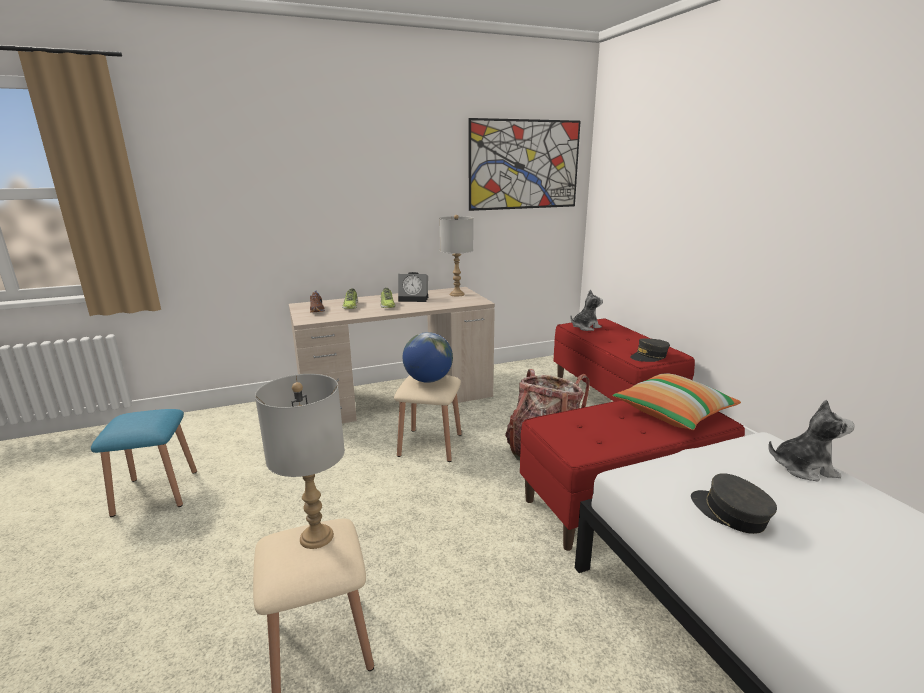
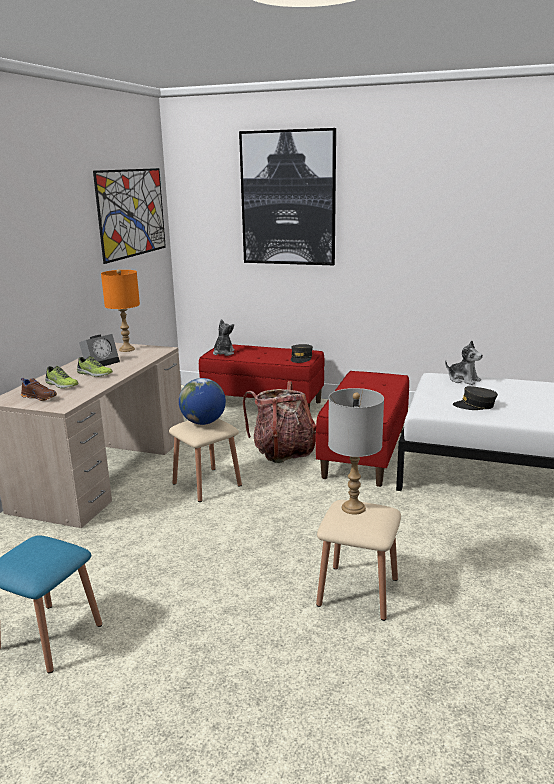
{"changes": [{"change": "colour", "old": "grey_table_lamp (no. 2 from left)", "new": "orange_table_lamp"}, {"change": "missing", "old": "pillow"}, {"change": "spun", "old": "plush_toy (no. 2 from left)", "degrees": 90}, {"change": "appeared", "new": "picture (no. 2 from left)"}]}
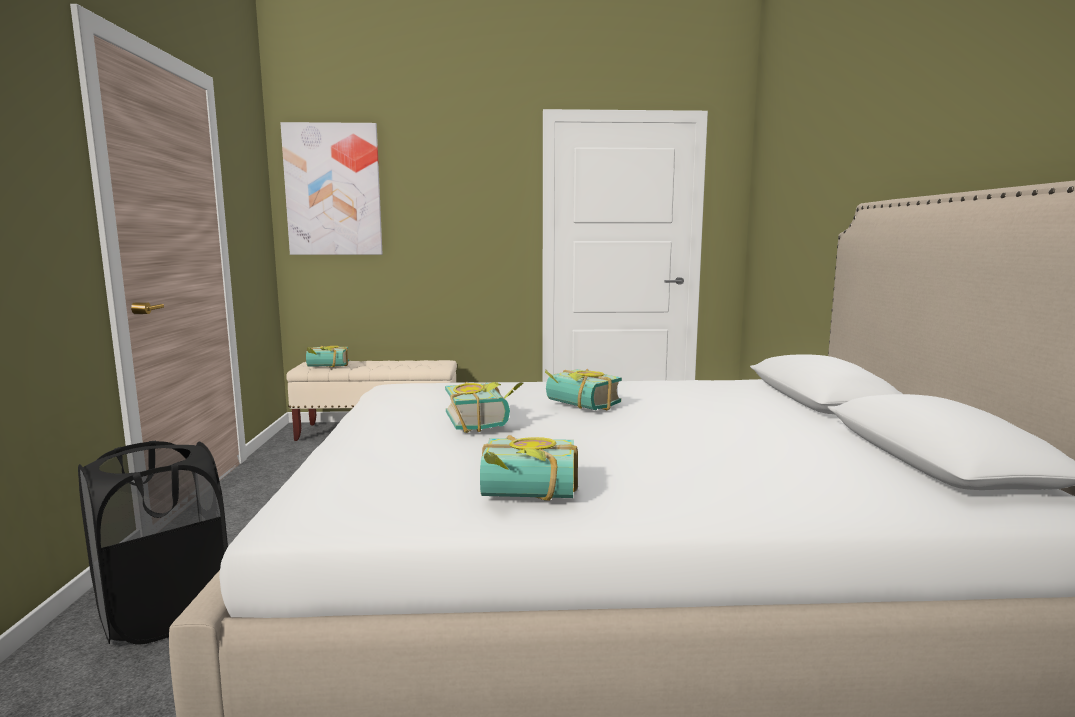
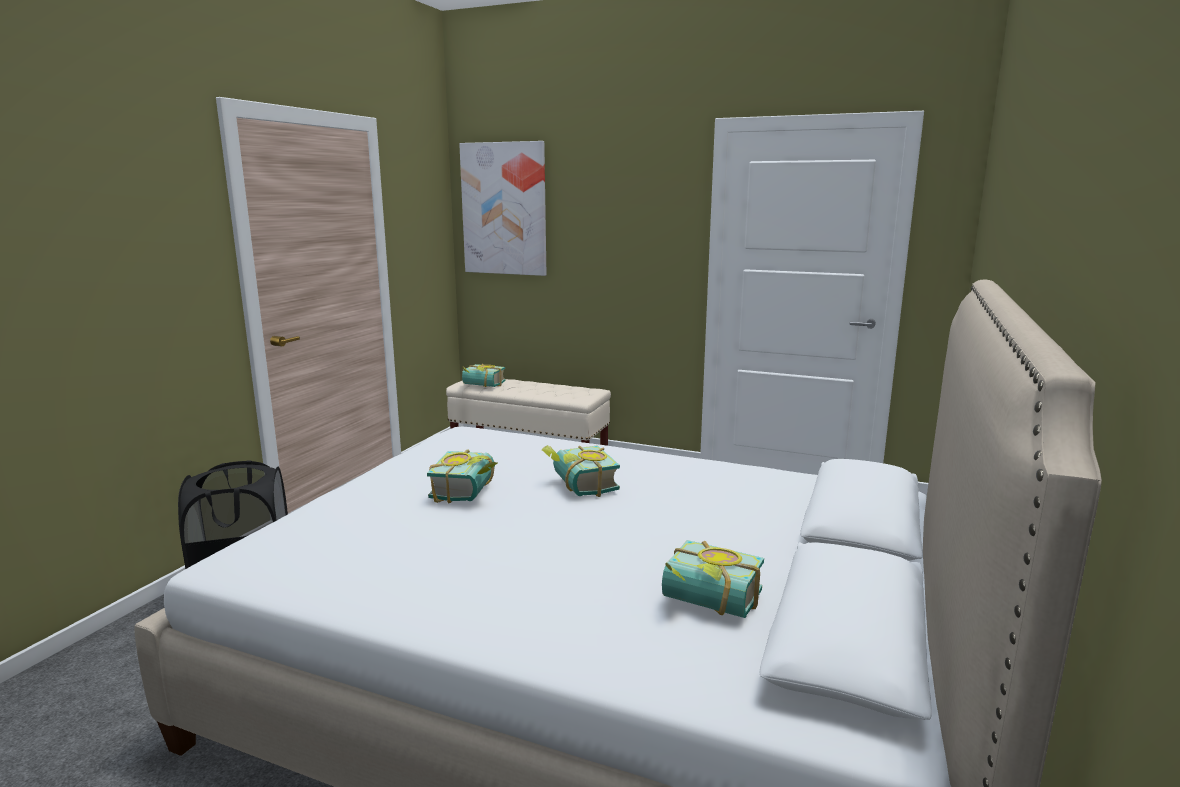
{"changes": [{"change": "relocated", "old": "book (no. 3 from left in the first image)", "new": "book (no. 4 from left)"}]}
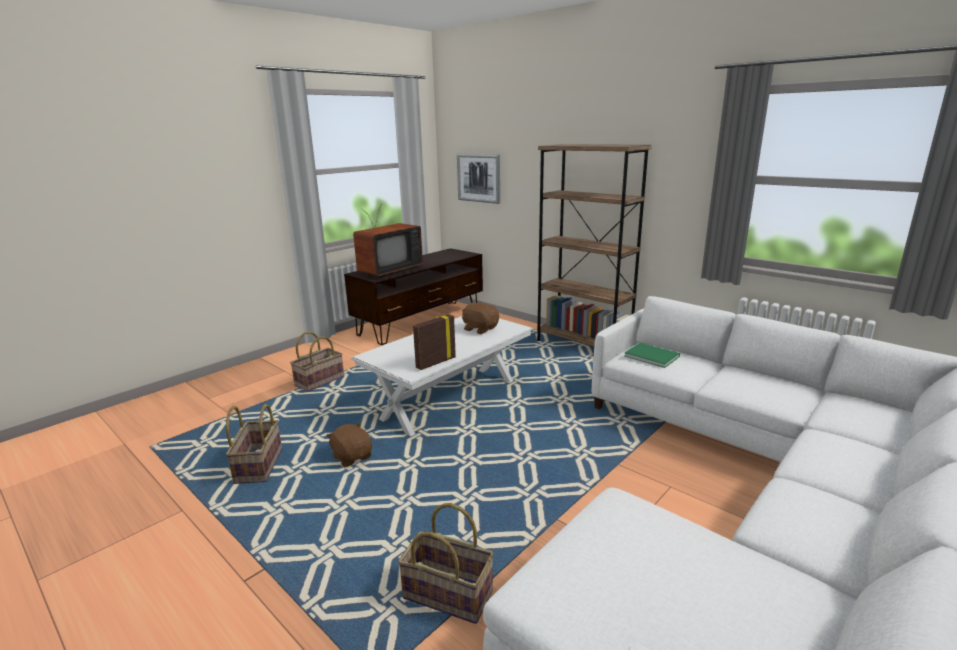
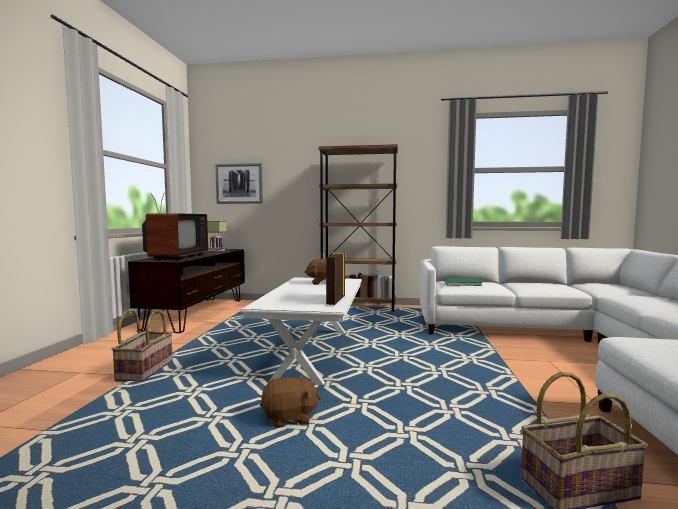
{"changes": [{"change": "missing", "old": "basket (no. 1 from left)"}, {"change": "spun", "old": "brown_plush_toy (no. 1 from left)", "degrees": 150}, {"change": "appeared", "new": "table_lamp"}]}
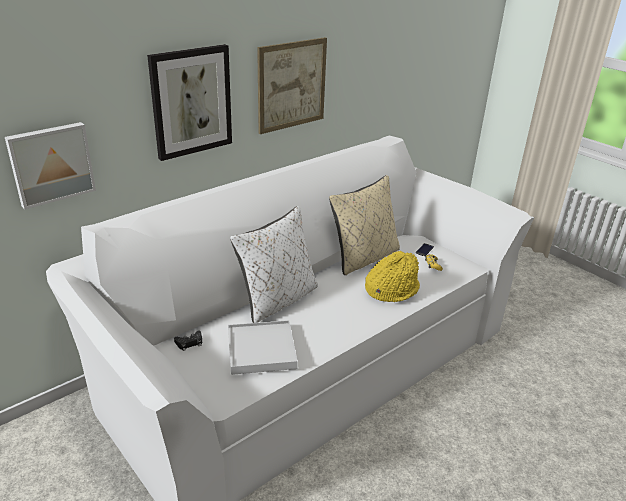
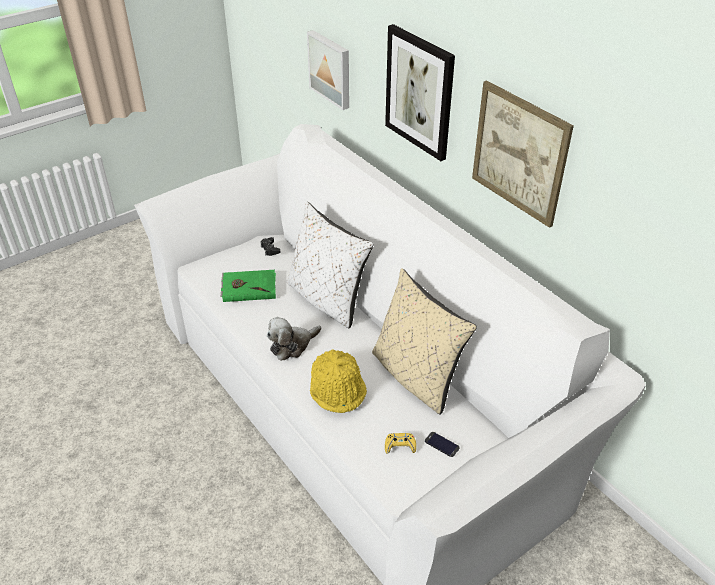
{"changes": [{"change": "exchanged", "old": "white_tray", "new": "green_book"}, {"change": "appeared", "new": "plush_toy"}]}
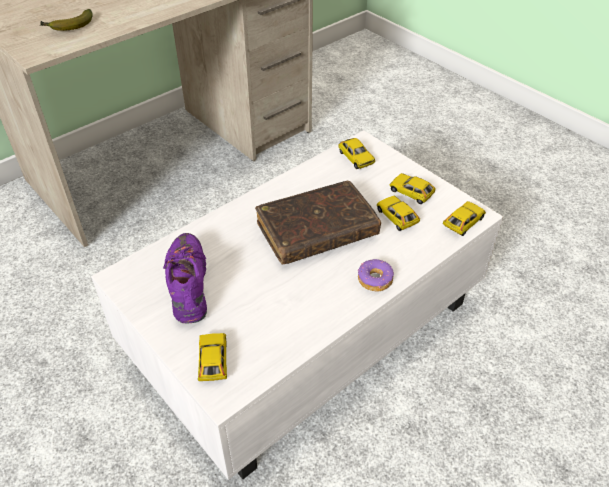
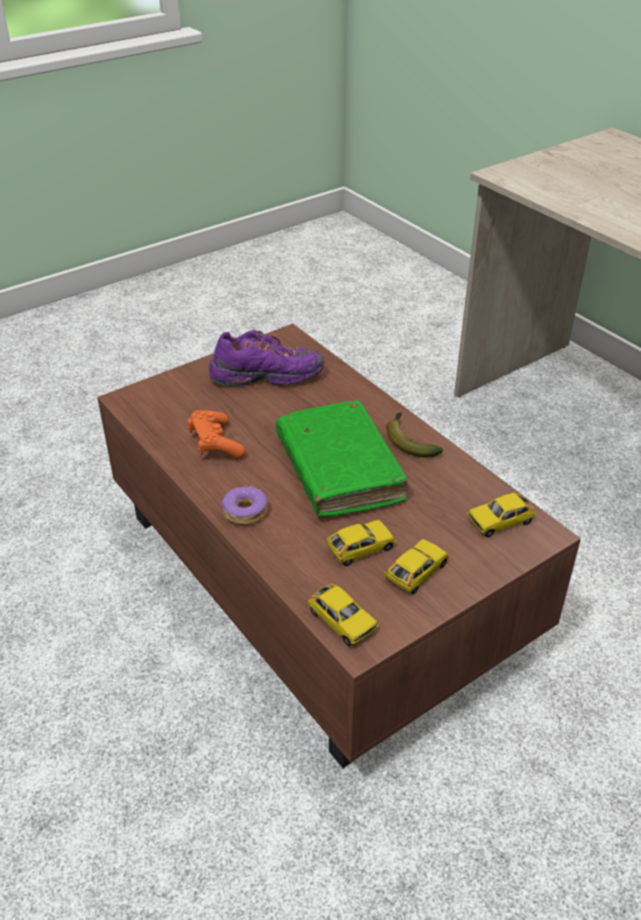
{"changes": [{"change": "relocated", "old": "banana"}, {"change": "colour", "old": "white_coffee_table", "new": "brown_coffee_table"}, {"change": "colour", "old": "brown_book", "new": "green_book"}, {"change": "missing", "old": "toy_car (no. 1 from left)"}, {"change": "appeared", "new": "orange_game_controller"}]}
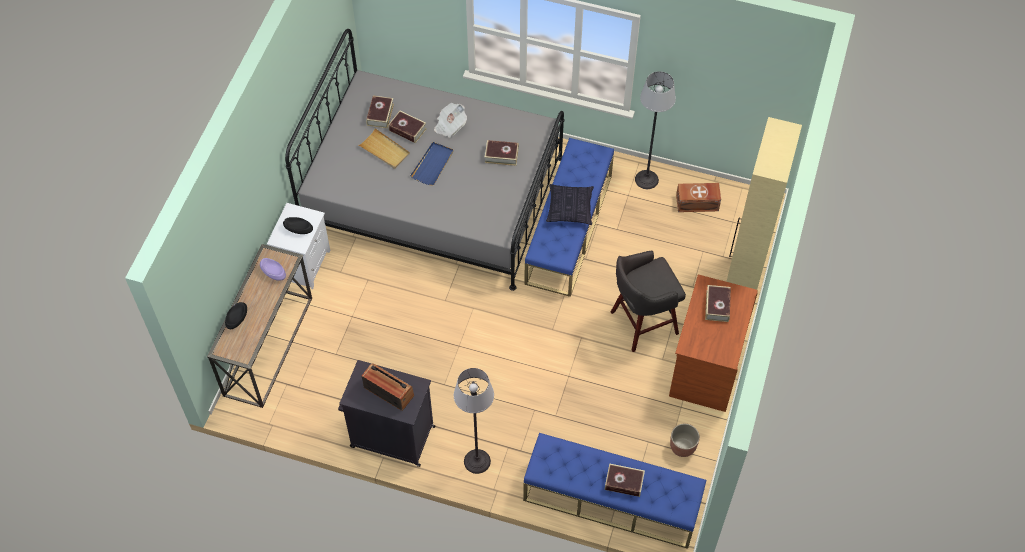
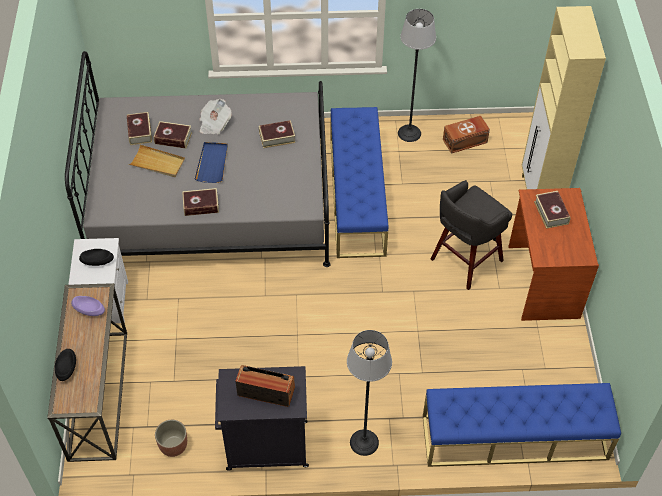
{"changes": [{"change": "missing", "old": "pillow"}, {"change": "relocated", "old": "planter"}, {"change": "relocated", "old": "book (no. 4 from left in the first image)", "new": "book (no. 3 from left)"}]}
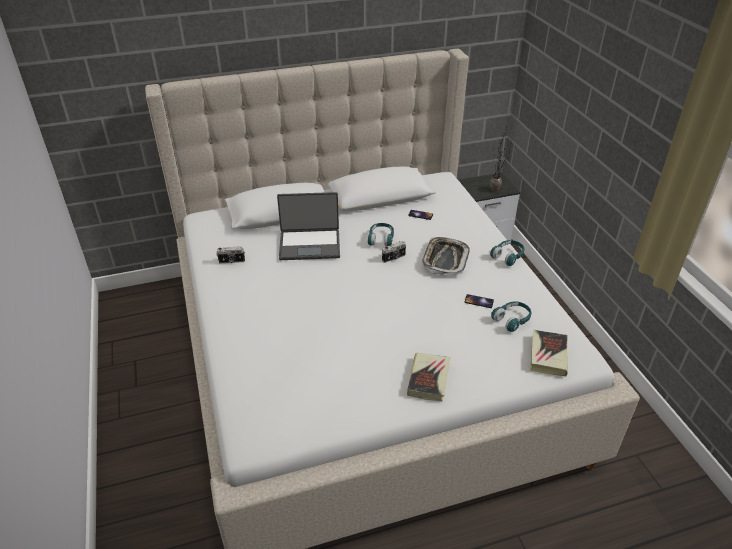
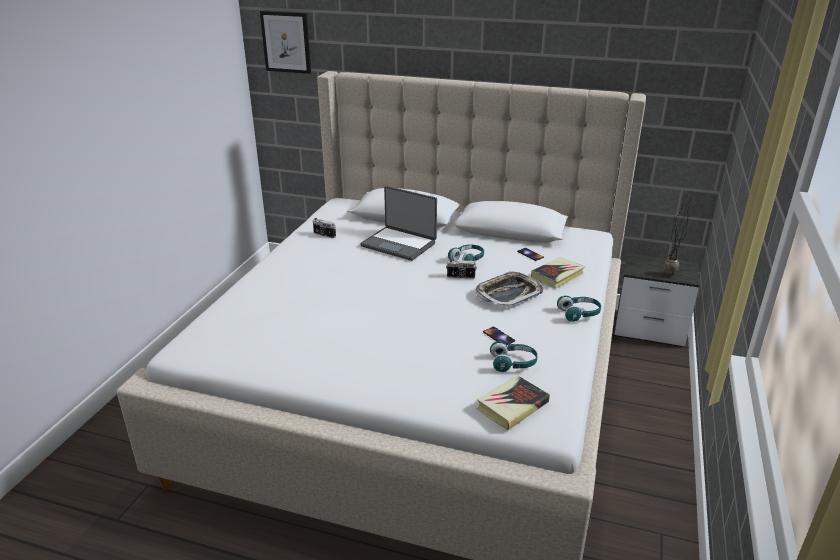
{"changes": [{"change": "relocated", "old": "book (no. 1 from left in the first image)", "new": "book (no. 2 from left)"}, {"change": "appeared", "new": "picture"}]}
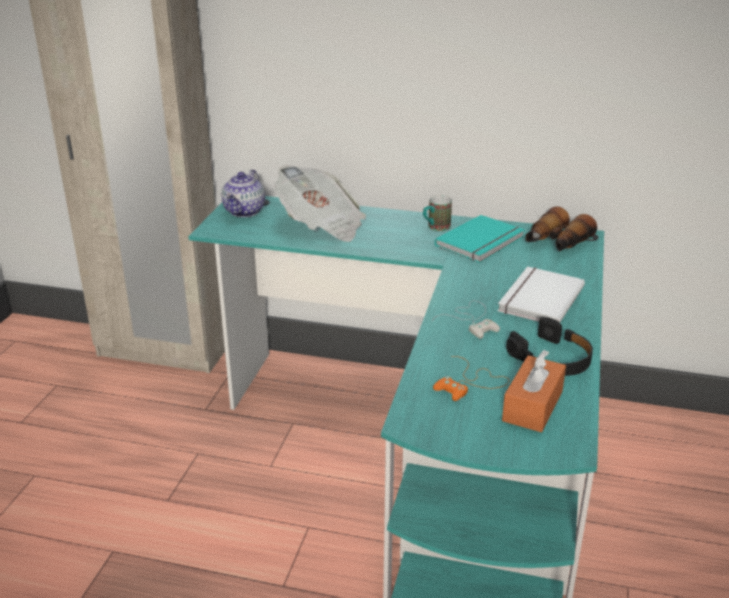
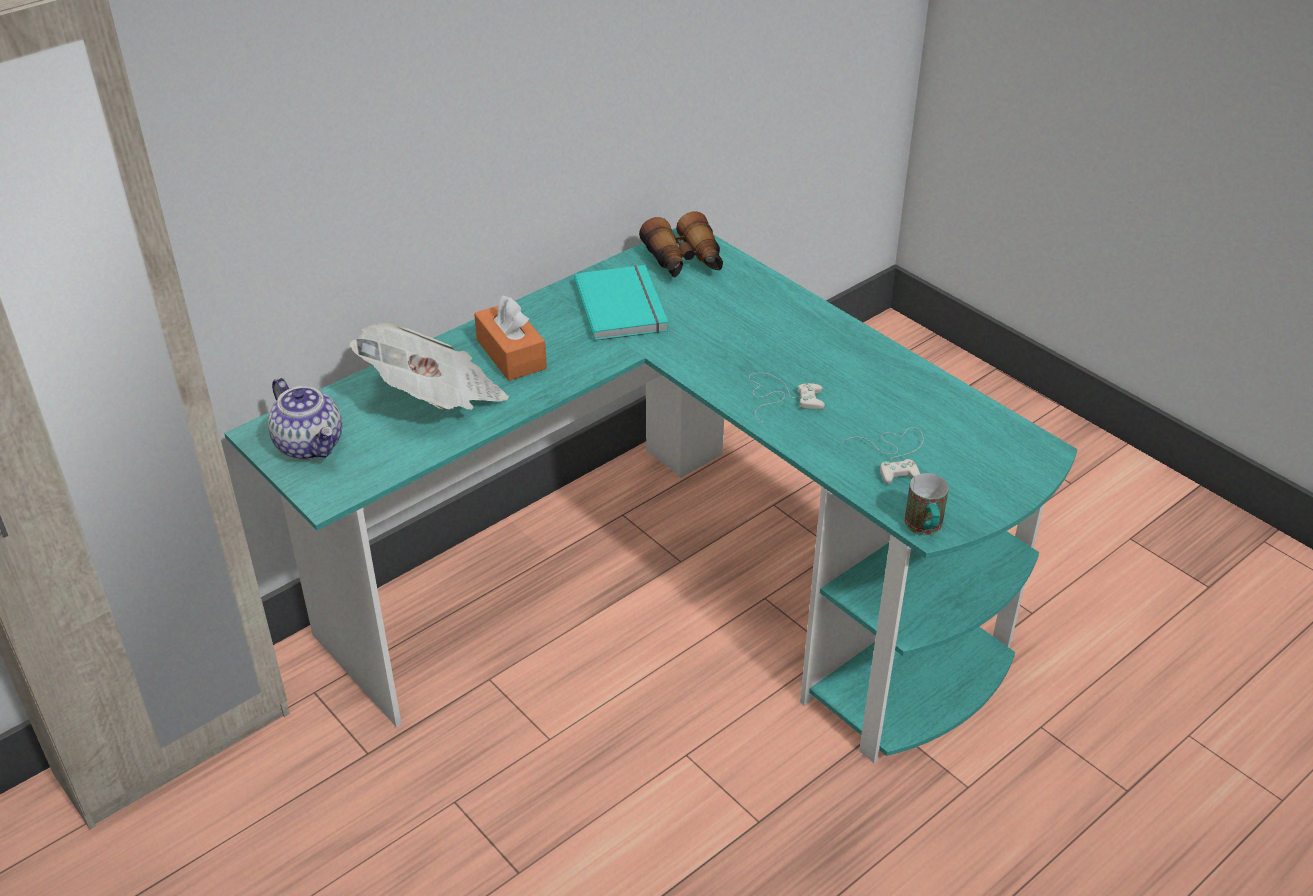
{"changes": [{"change": "relocated", "old": "mug"}, {"change": "missing", "old": "white_book"}, {"change": "missing", "old": "black_headphones"}, {"change": "relocated", "old": "orange_tissue_box"}, {"change": "colour", "old": "orange_game_controller", "new": "white_game_controller (no. 2 from left)"}]}
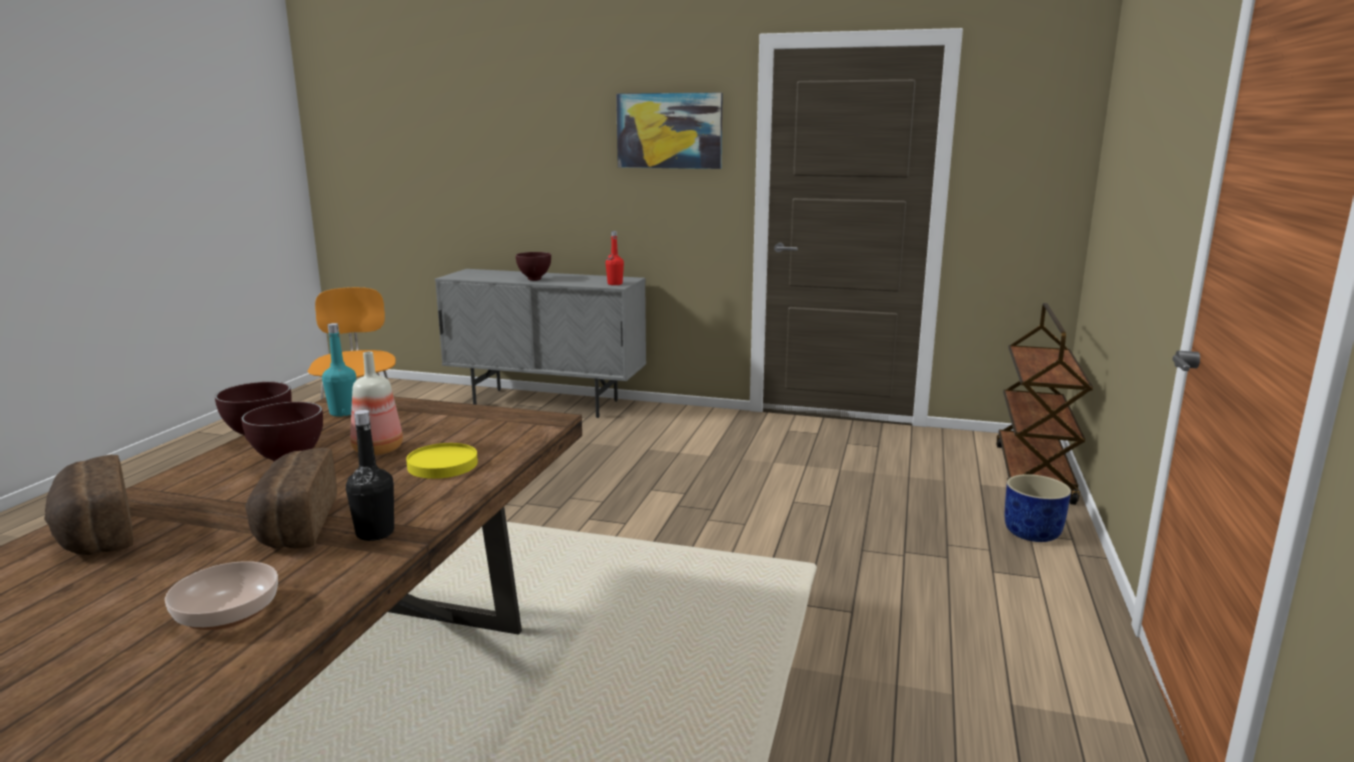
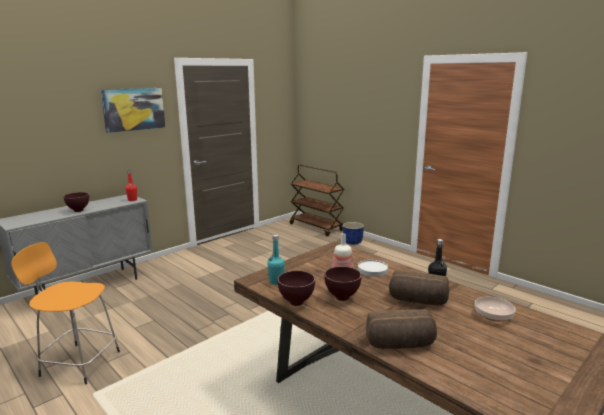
{"changes": [{"change": "colour", "old": "yellow_plate", "new": "white_plate"}]}
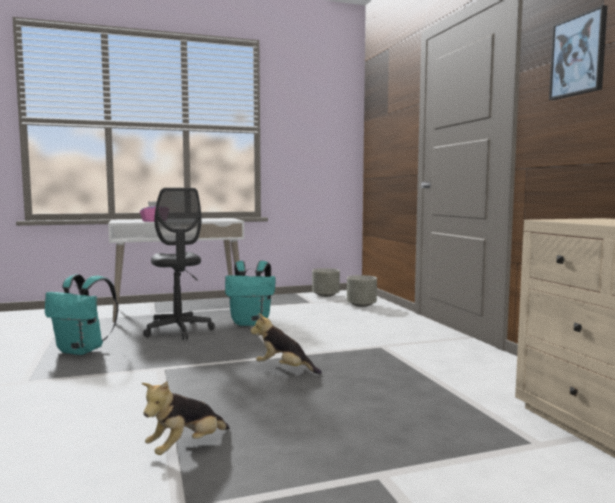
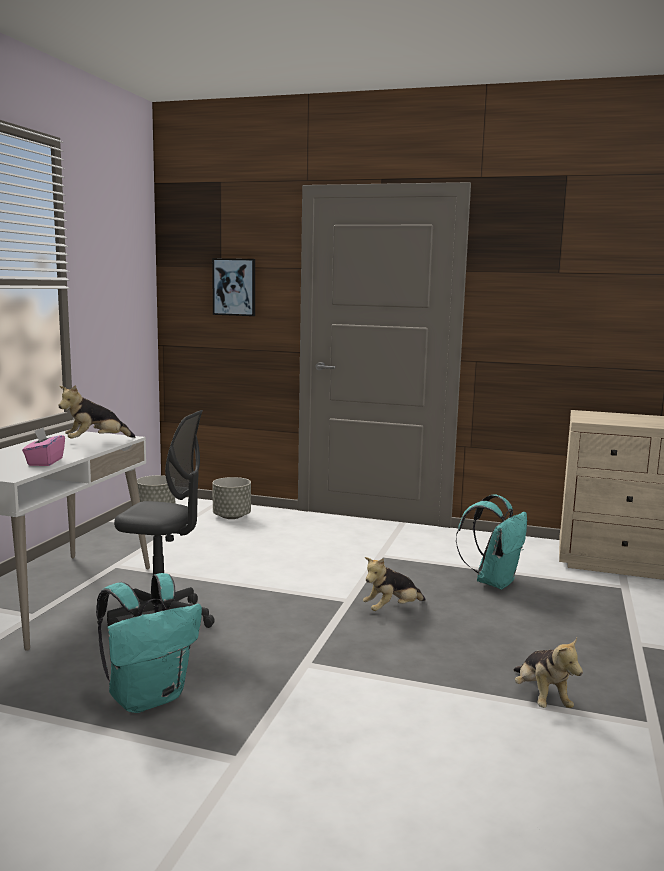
{"changes": [{"change": "relocated", "old": "picture"}, {"change": "relocated", "old": "turquoise_backpack (no. 2 from left)"}, {"change": "appeared", "new": "plush_toy (no. 1 from left)"}]}
